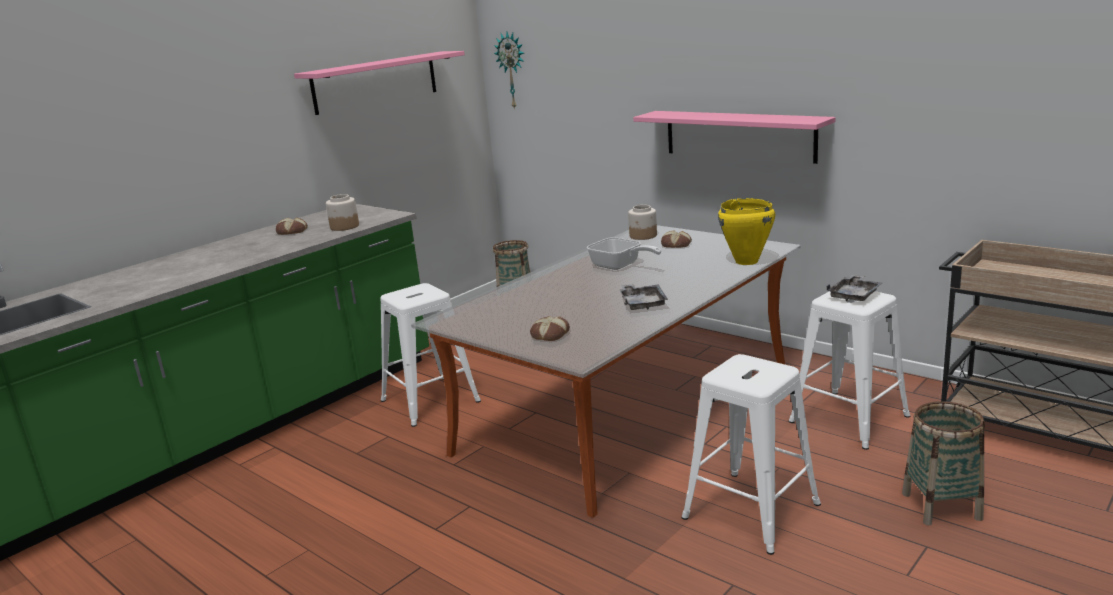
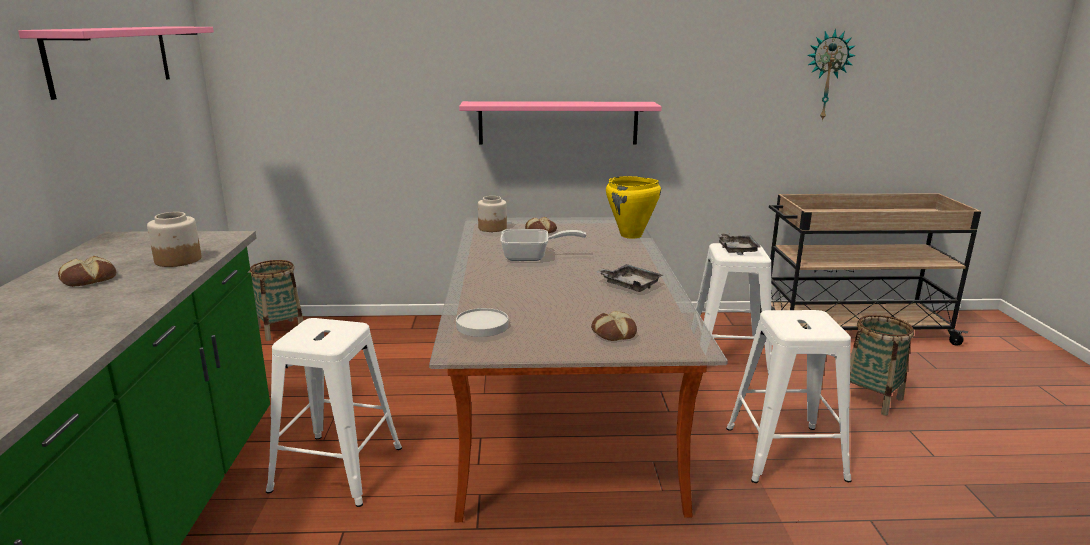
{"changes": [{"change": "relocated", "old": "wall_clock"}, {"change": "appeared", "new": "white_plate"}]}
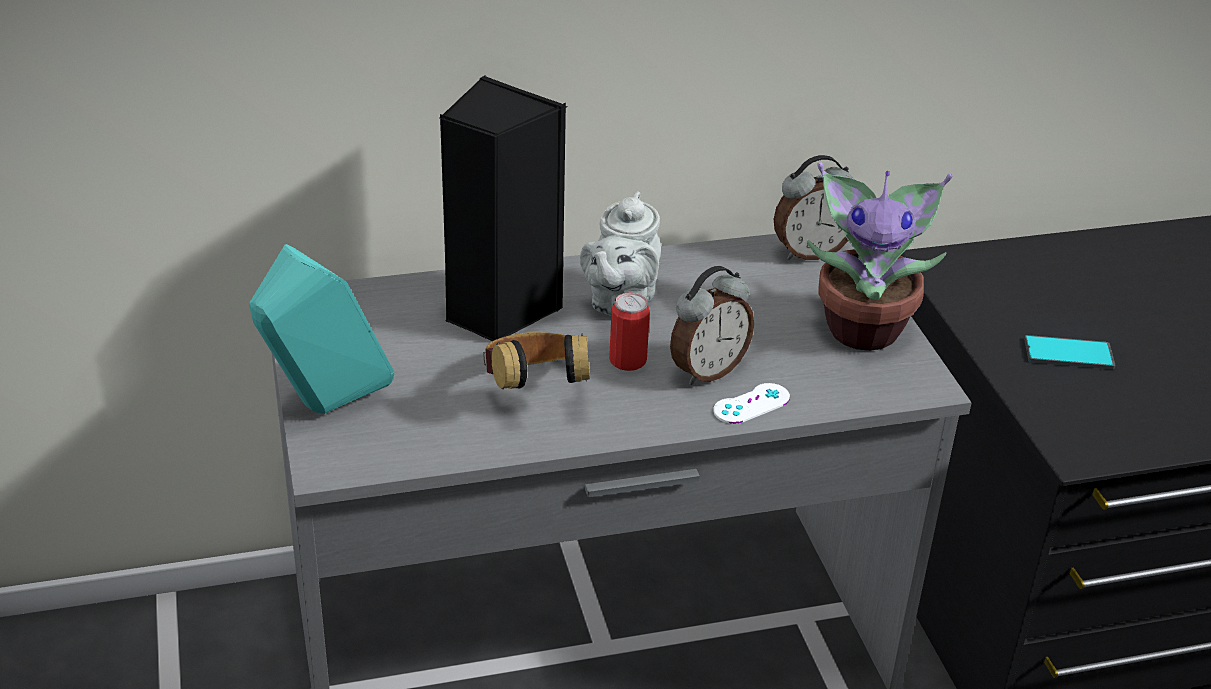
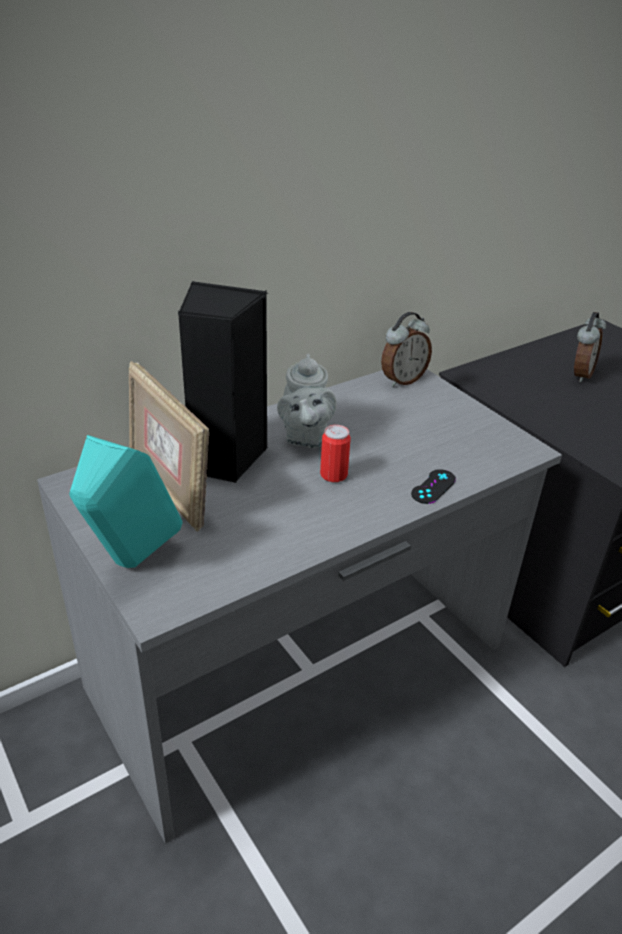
{"changes": [{"change": "missing", "old": "potted_plant"}, {"change": "relocated", "old": "alarm_clock (no. 1 from left in the first image)", "new": "alarm_clock (no. 2 from left)"}, {"change": "missing", "old": "headphones"}, {"change": "missing", "old": "phone"}, {"change": "colour", "old": "white_game_controller", "new": "black_game_controller"}, {"change": "appeared", "new": "picture_frame"}]}
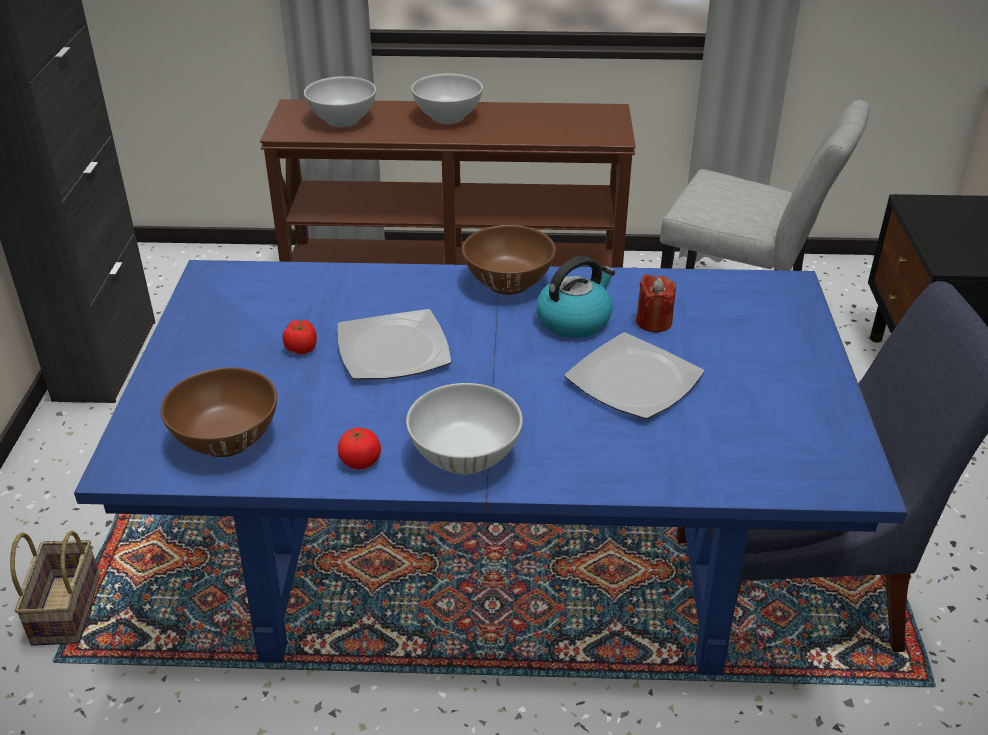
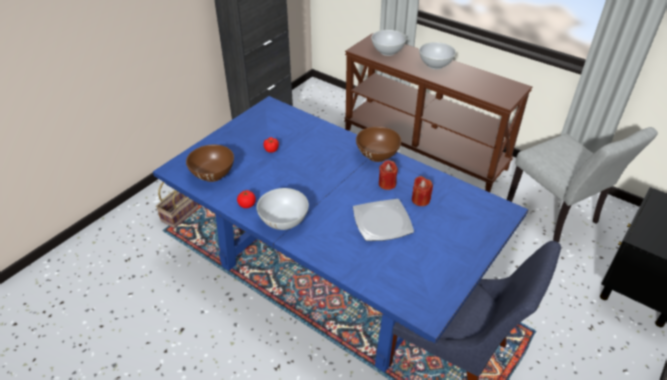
{"changes": [{"change": "exchanged", "old": "kettle", "new": "red_candle (no. 1 from left)"}, {"change": "missing", "old": "plate (no. 1 from left)"}]}
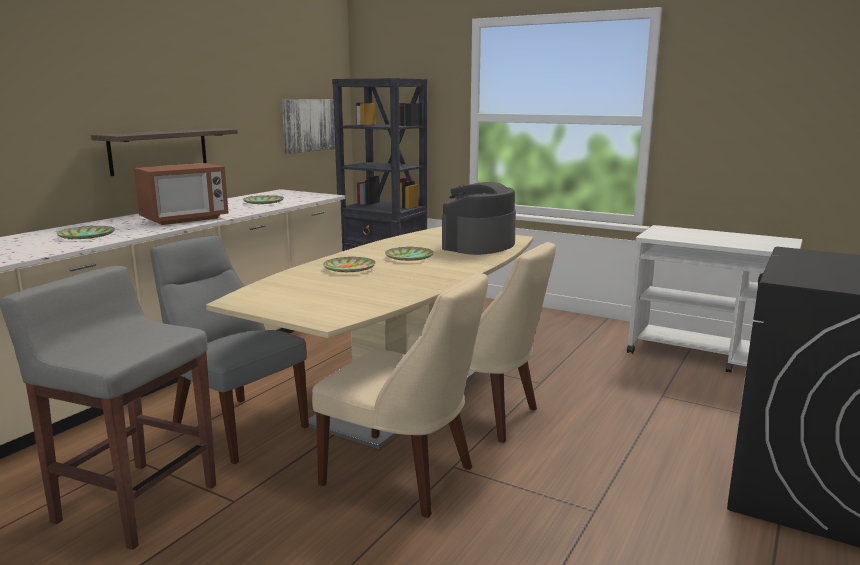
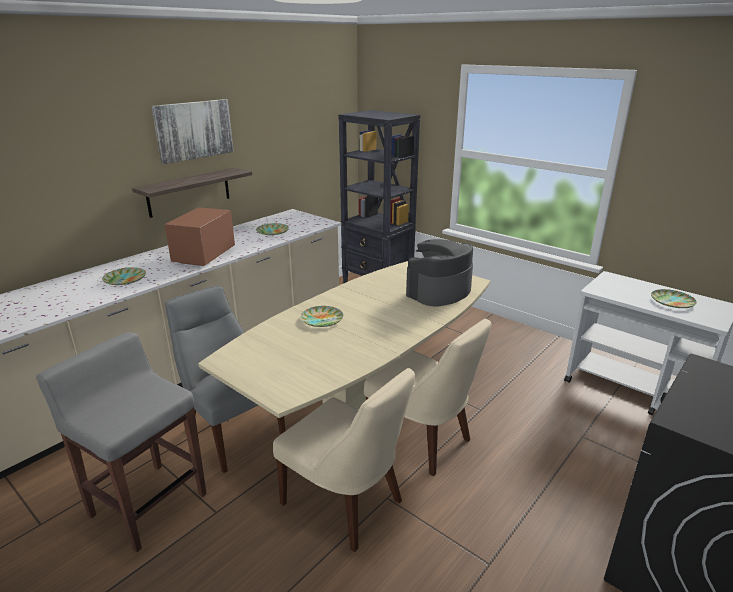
{"changes": [{"change": "relocated", "old": "picture"}, {"change": "spun", "old": "microwave", "degrees": 135}, {"change": "relocated", "old": "plate (no. 4 from left)"}]}
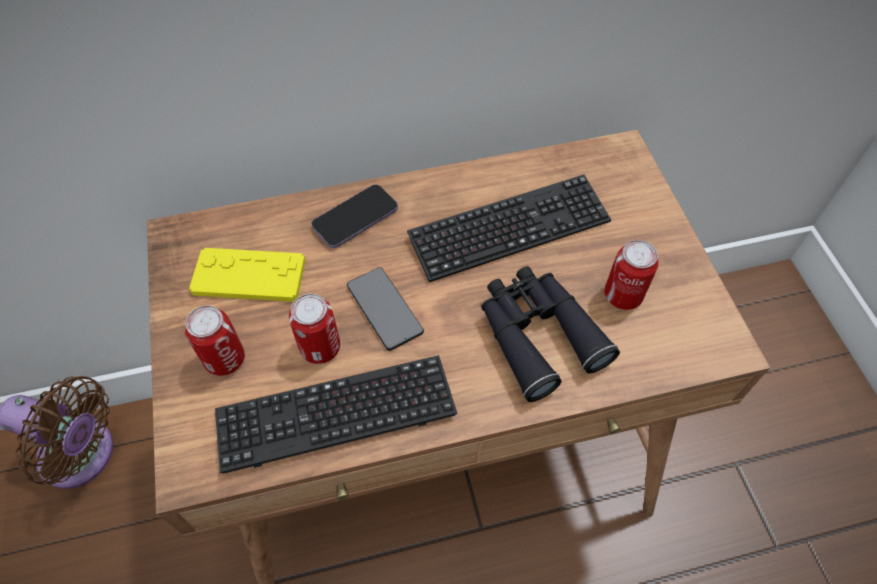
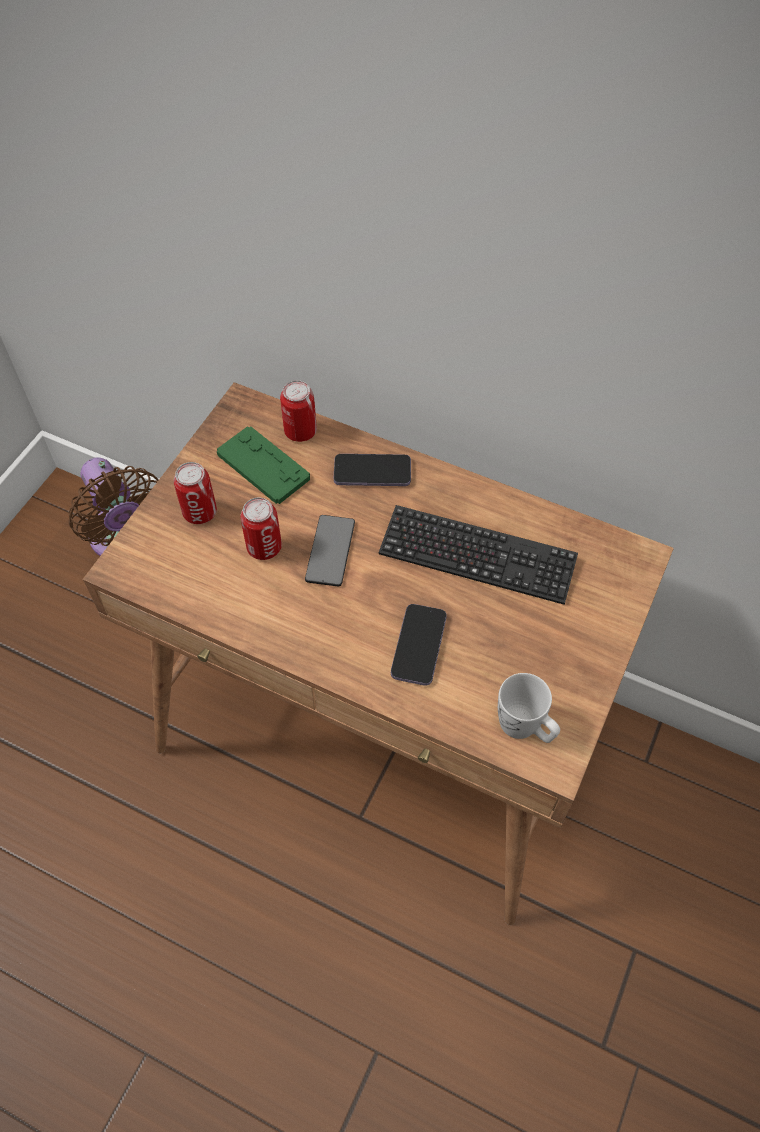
{"changes": [{"change": "relocated", "old": "can (no. 3 from left)"}, {"change": "colour", "old": "yellow_game_controller", "new": "green_game_controller"}, {"change": "exchanged", "old": "black_binoculars", "new": "phone (no. 3 from left)"}, {"change": "missing", "old": "keyboard (no. 1 from left)"}, {"change": "appeared", "new": "white_mug"}]}
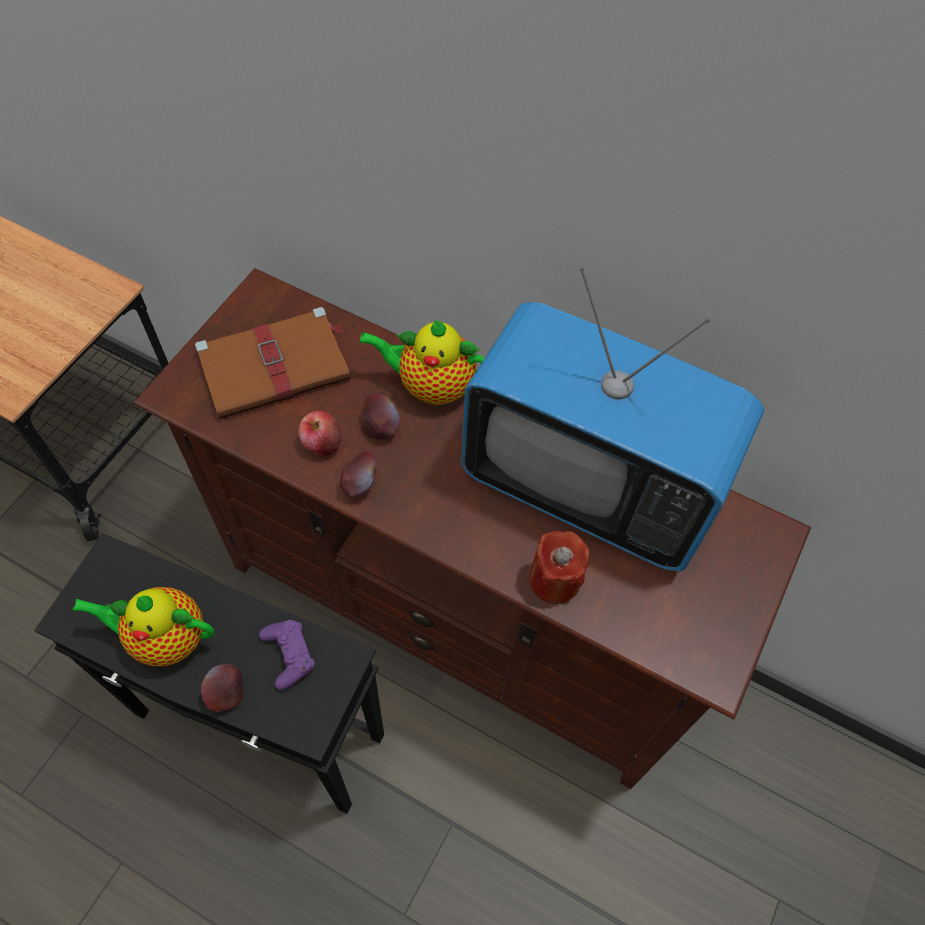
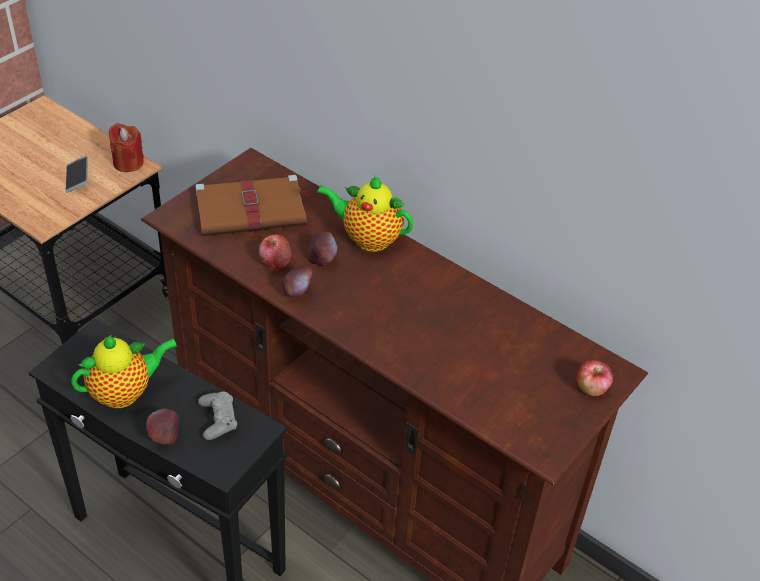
{"changes": [{"change": "missing", "old": "television"}, {"change": "relocated", "old": "red_candle"}, {"change": "spun", "old": "teapot (no. 1 from left)", "degrees": 135}, {"change": "colour", "old": "purple_game_controller", "new": "grey_game_controller"}, {"change": "appeared", "new": "phone"}, {"change": "appeared", "new": "apple (no. 5 from left)"}]}
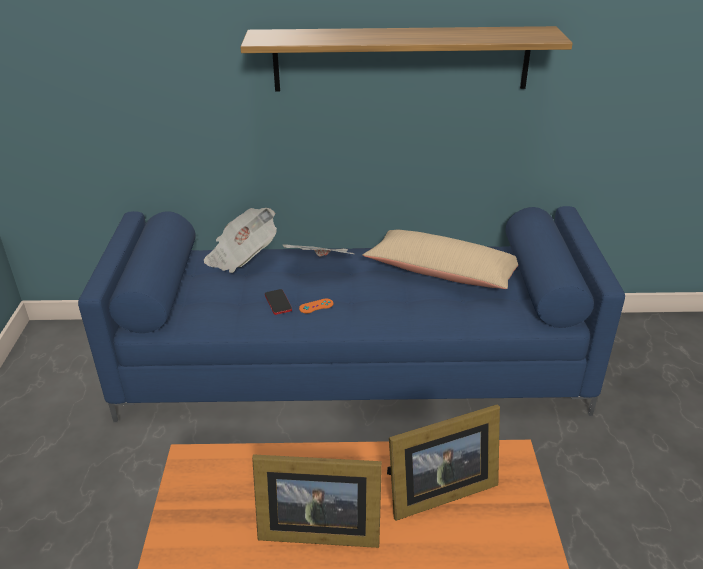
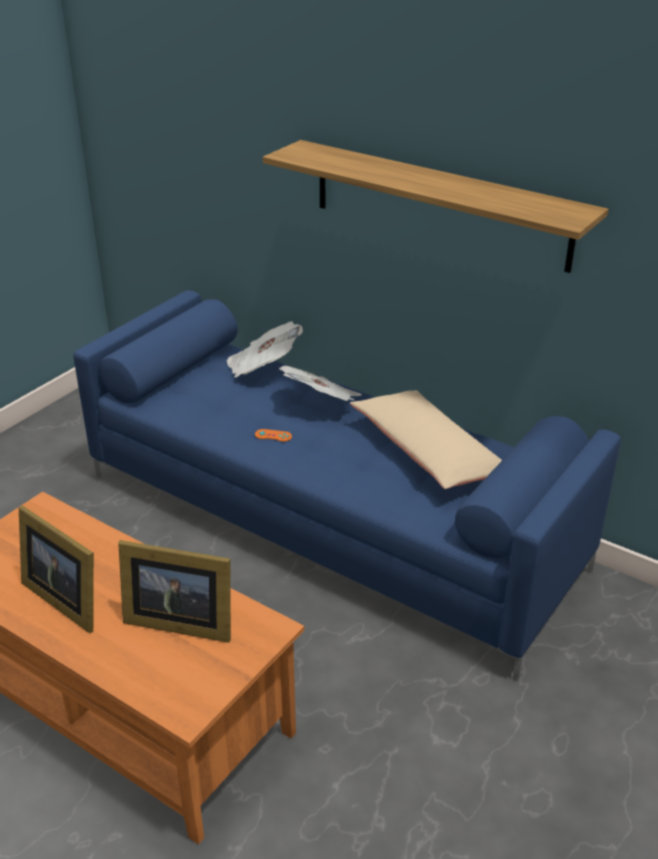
{"changes": [{"change": "missing", "old": "phone"}]}
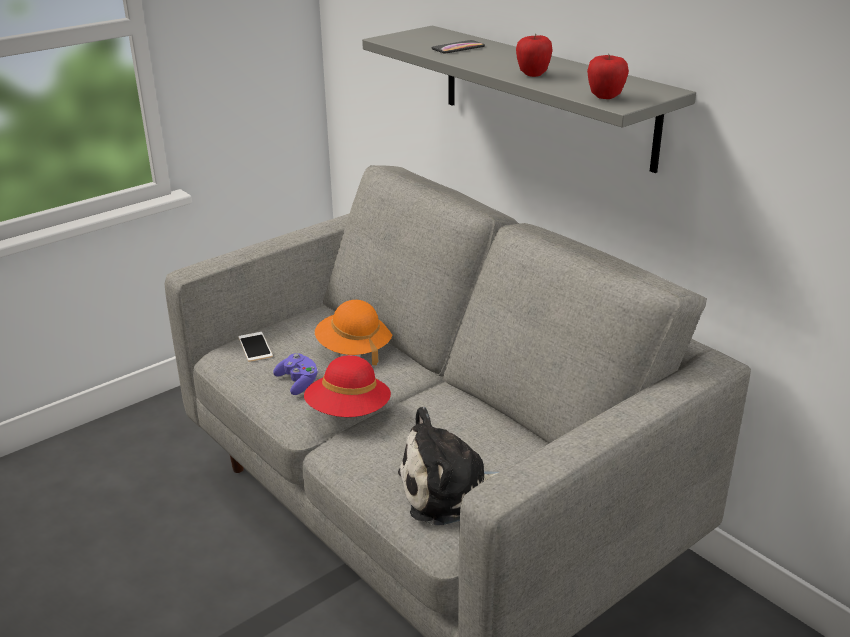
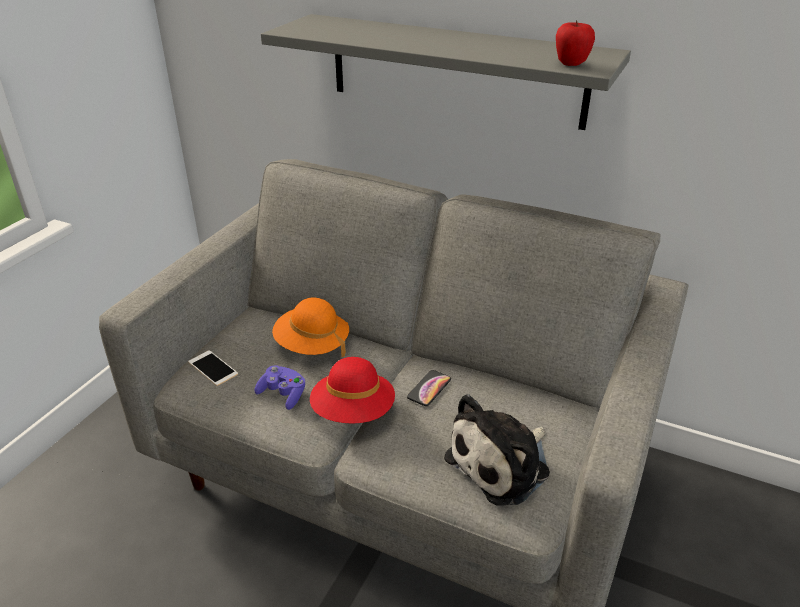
{"changes": [{"change": "missing", "old": "apple (no. 1 from left)"}, {"change": "relocated", "old": "phone (no. 2 from left)"}]}
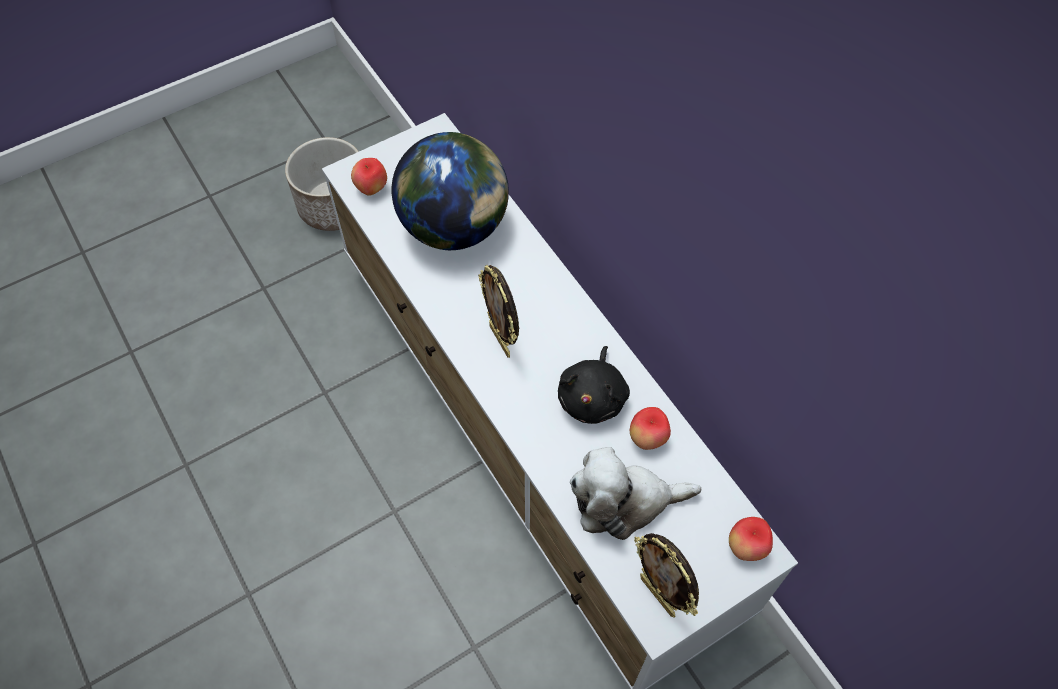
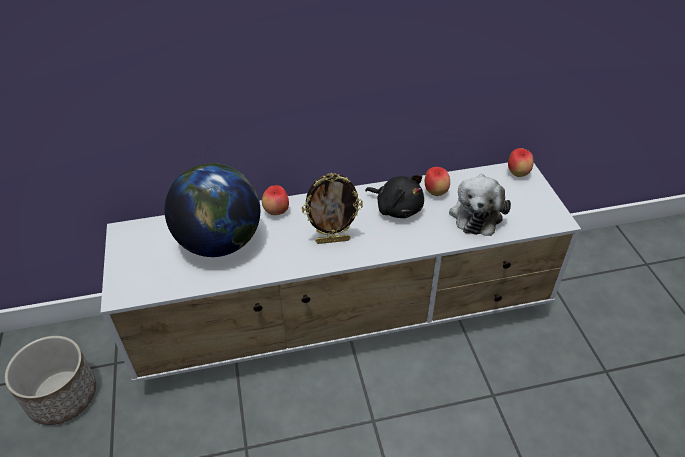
{"changes": [{"change": "relocated", "old": "apple (no. 1 from left)"}, {"change": "missing", "old": "picture_frame (no. 2 from left)"}]}
